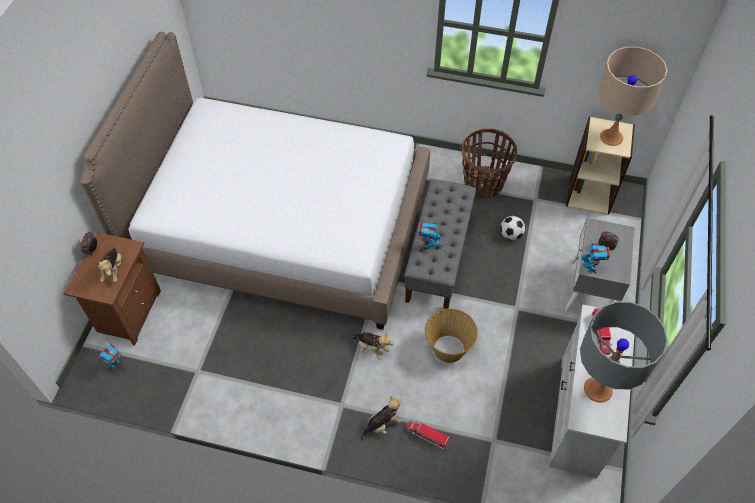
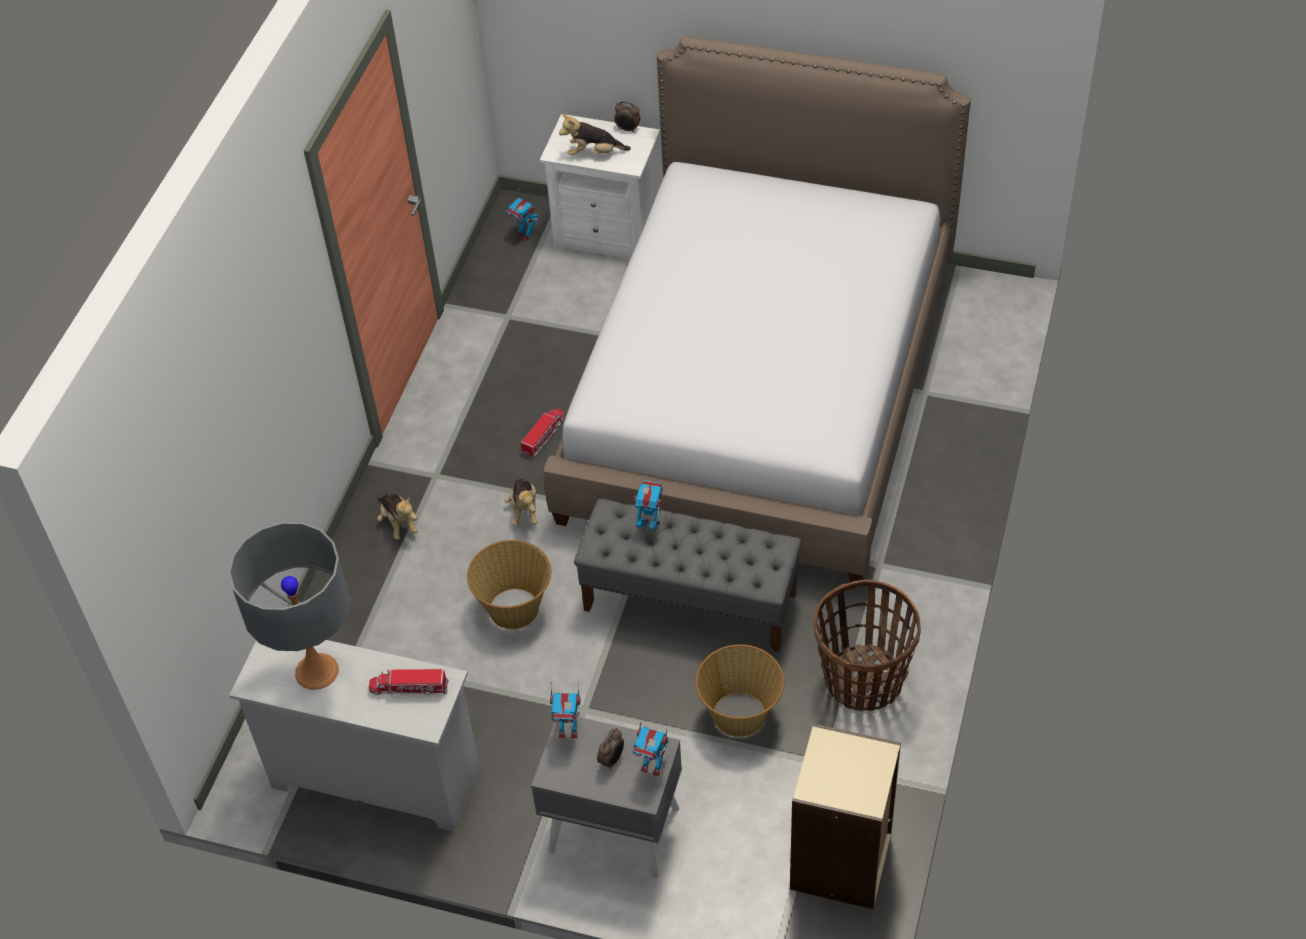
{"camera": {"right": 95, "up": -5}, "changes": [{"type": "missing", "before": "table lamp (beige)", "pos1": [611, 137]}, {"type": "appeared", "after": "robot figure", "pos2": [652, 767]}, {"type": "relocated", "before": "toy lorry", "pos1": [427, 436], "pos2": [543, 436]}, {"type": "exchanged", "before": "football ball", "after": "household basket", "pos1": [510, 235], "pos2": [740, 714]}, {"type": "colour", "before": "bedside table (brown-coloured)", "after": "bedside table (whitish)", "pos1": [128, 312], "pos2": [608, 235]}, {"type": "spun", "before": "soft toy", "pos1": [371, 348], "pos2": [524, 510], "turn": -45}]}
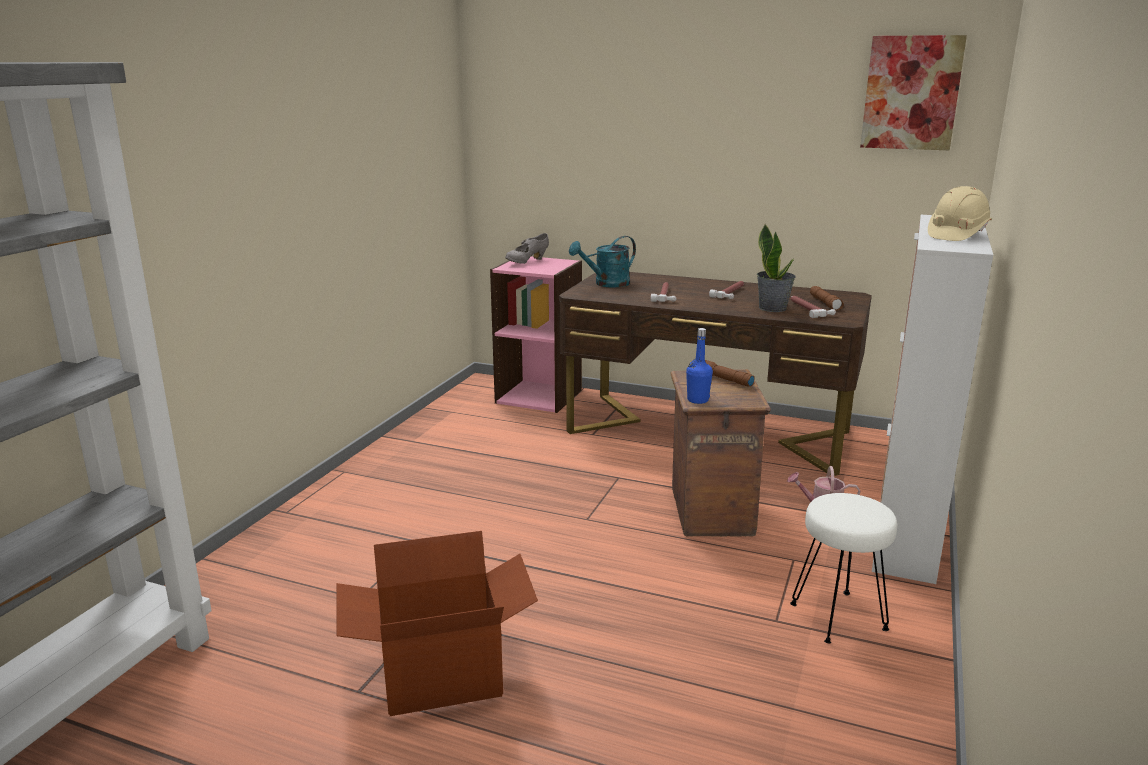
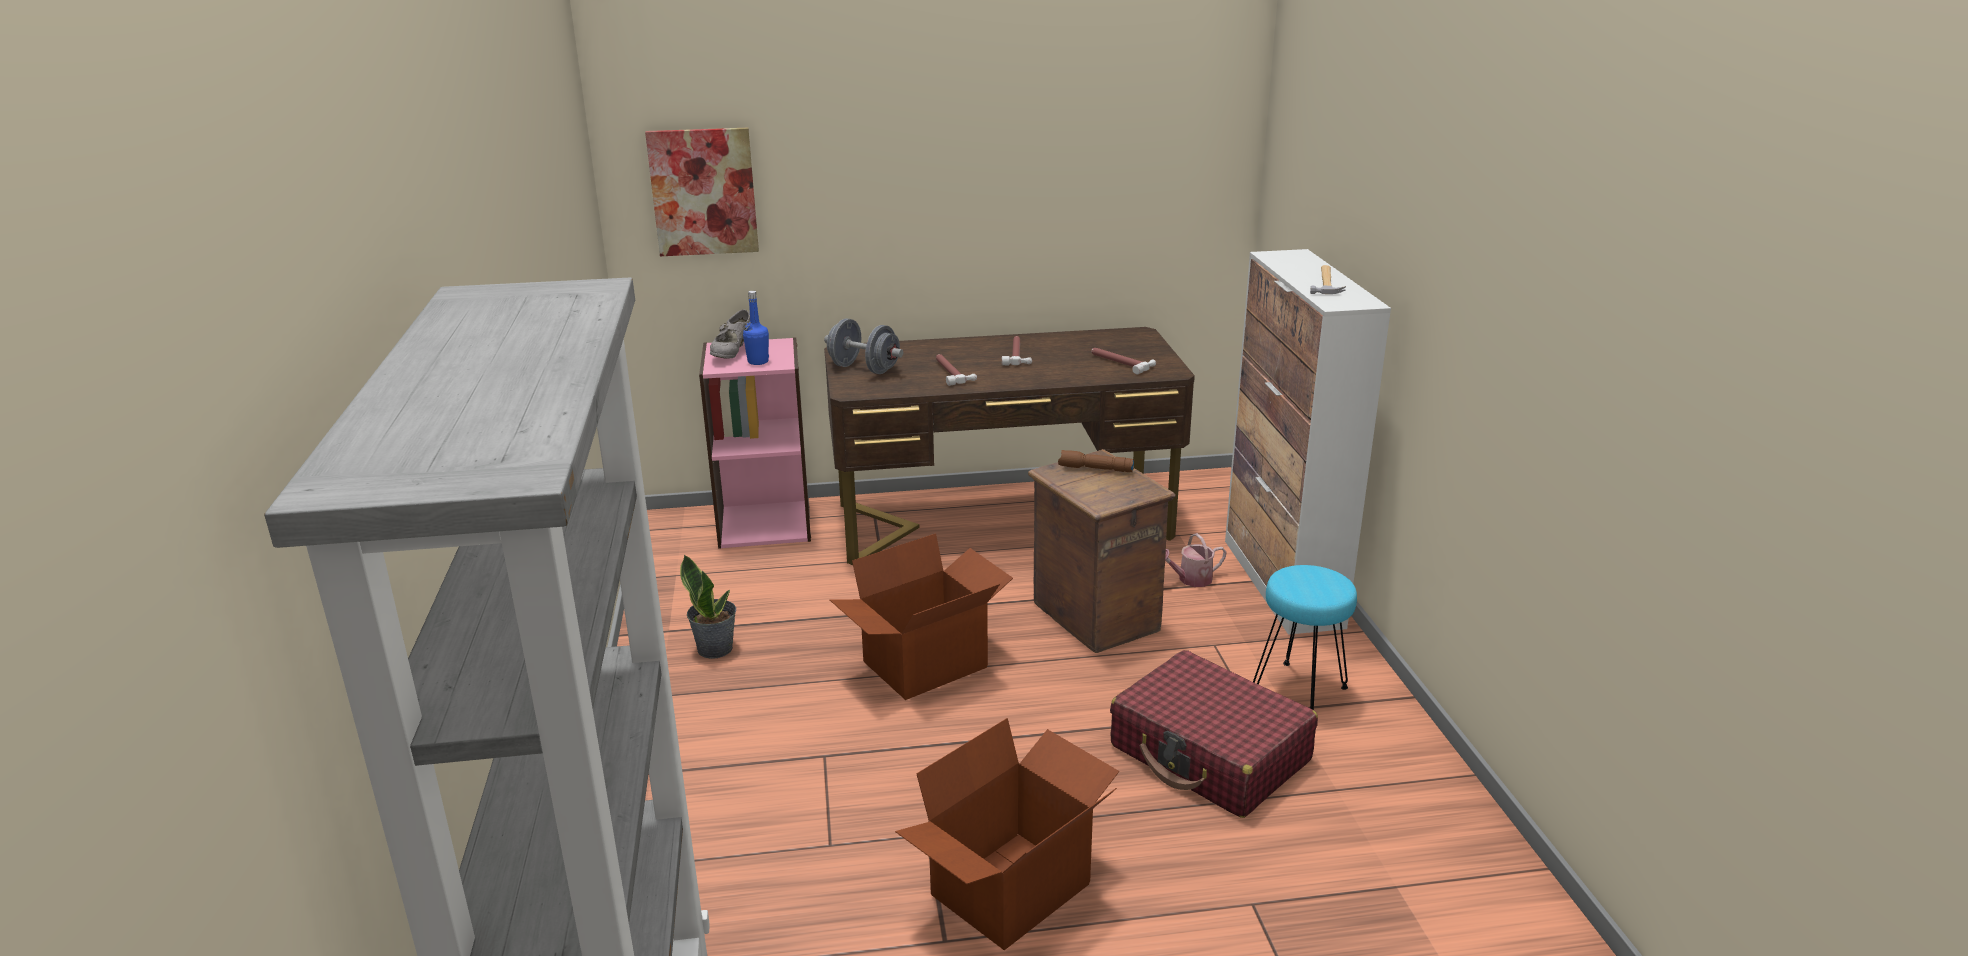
{"camera": {"right": -30, "up": 5}, "changes": [{"type": "missing", "before": "flashlight (brown-coloured)", "pos1": [825, 303]}, {"type": "appeared", "after": "packing box", "pos2": [926, 666]}, {"type": "appeared", "after": "suitcase (red)", "pos2": [1210, 754]}, {"type": "relocated", "before": "beverage bottle (bluish)", "pos1": [697, 400], "pos2": [758, 361]}, {"type": "relocated", "before": "plant in a pot", "pos1": [773, 308], "pos2": [715, 648]}, {"type": "relocated", "before": "wall picture", "pos1": [911, 93], "pos2": [703, 192]}, {"type": "exchanged", "before": "watering pot (turquoise-coloured)", "after": "hand weight (greyish)", "pos1": [606, 284], "pos2": [864, 369]}, {"type": "exchanged", "before": "work helmet (beige)", "after": "tool hammer", "pos1": [956, 235], "pos2": [1326, 283]}, {"type": "colour", "before": "sitting stool (whitish)", "after": "sitting stool (turquoise-coloured)", "pos1": [838, 618], "pos2": [1299, 690]}]}
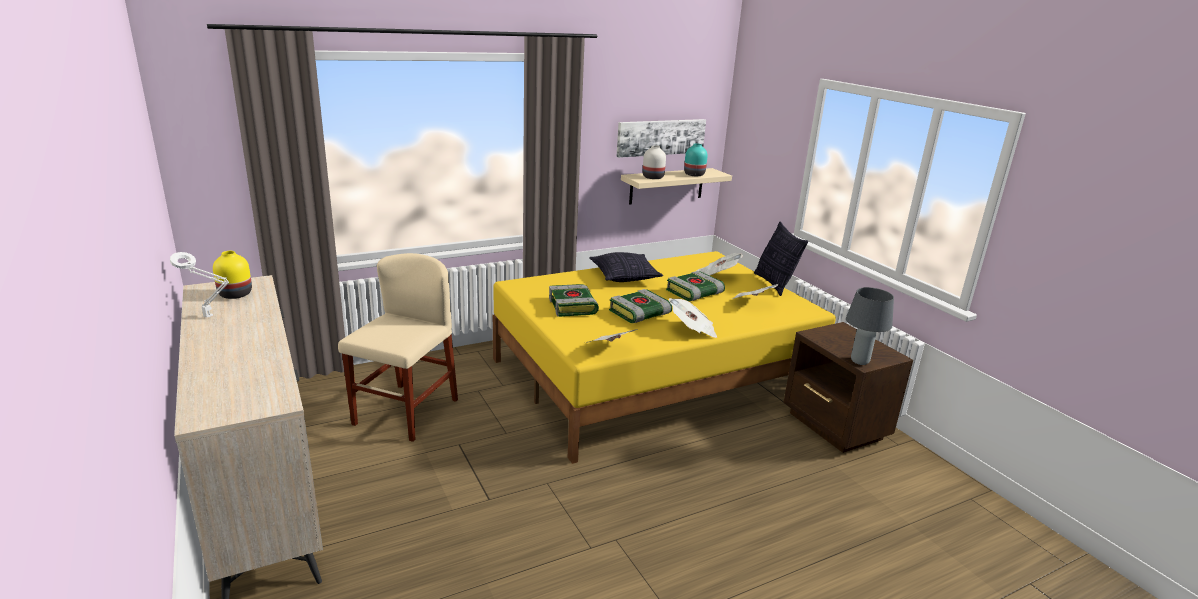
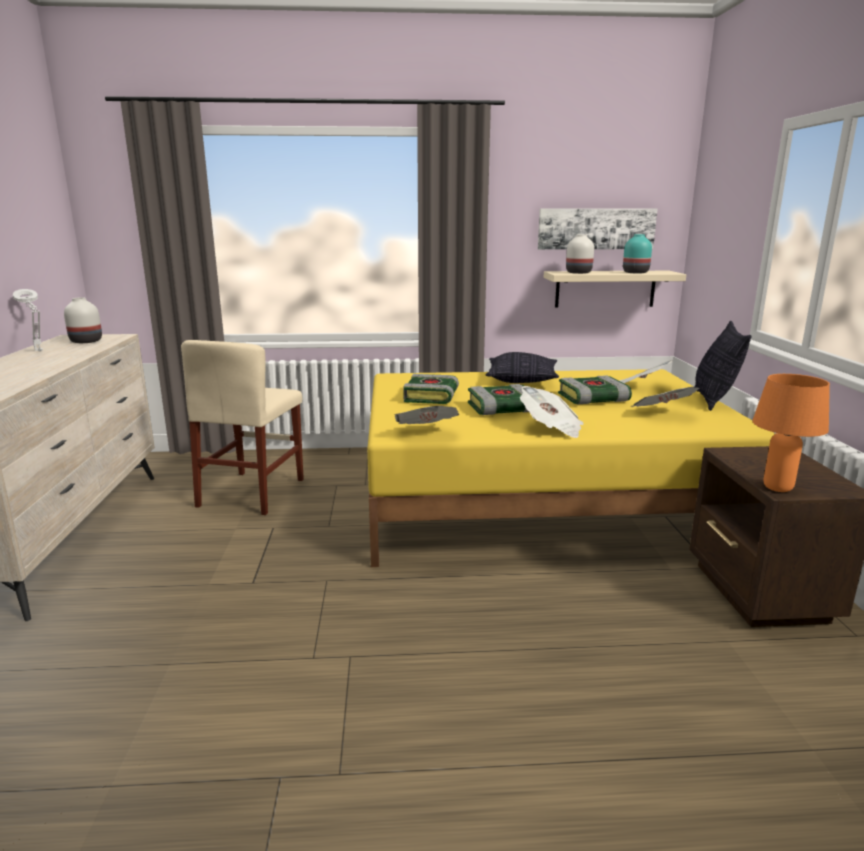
{"camera": {"right": 25, "up": -5}, "changes": [{"type": "colour", "before": "decorative vase (yellow)", "after": "decorative vase (whitish)", "pos1": [235, 294], "pos2": [86, 341]}, {"type": "colour", "before": "table lamp (greyish)", "after": "table lamp (orangey)", "pos1": [859, 361], "pos2": [777, 487]}, {"type": "spun", "before": "plain chair (beige)", "pos1": [406, 412], "pos2": [252, 492], "turn": 150}]}
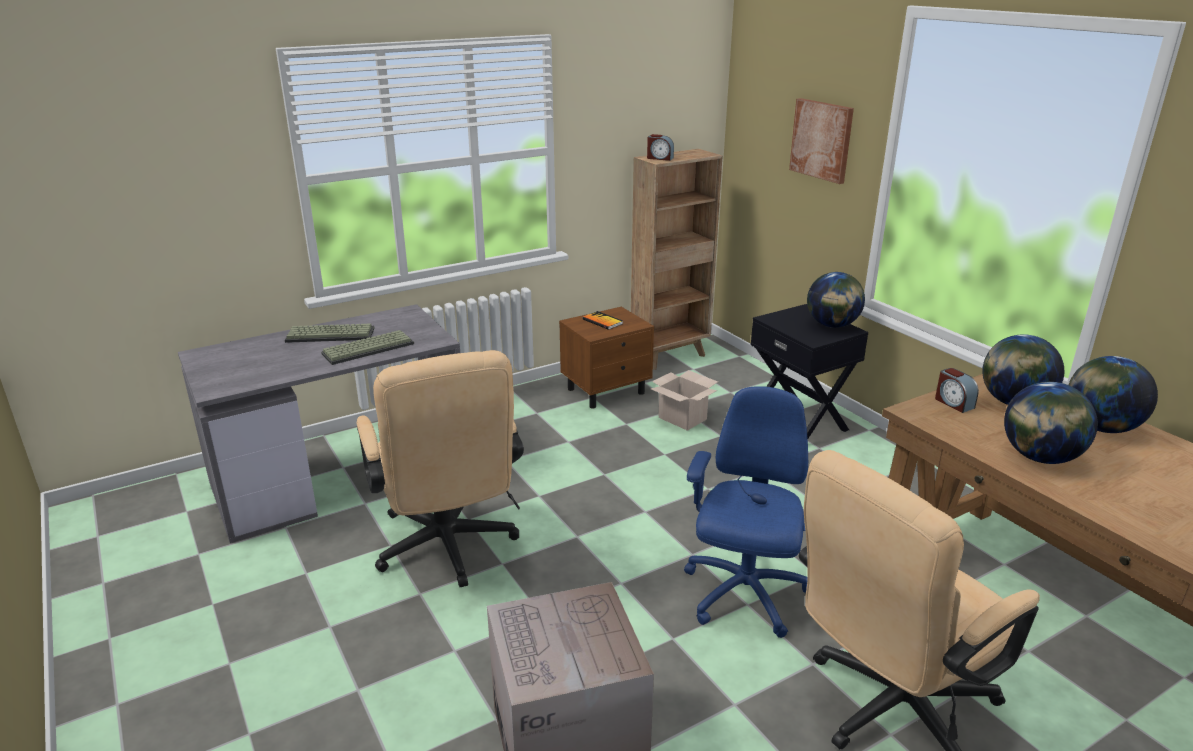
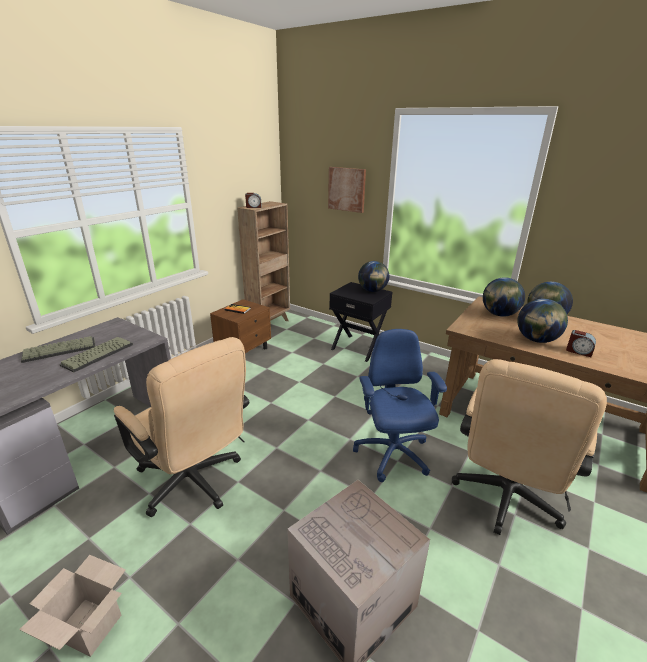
{"camera": {"right": -25, "up": 0}, "changes": [{"type": "relocated", "before": "packing box", "pos1": [683, 418], "pos2": [90, 626]}, {"type": "relocated", "before": "table clock", "pos1": [953, 403], "pos2": [579, 351]}]}
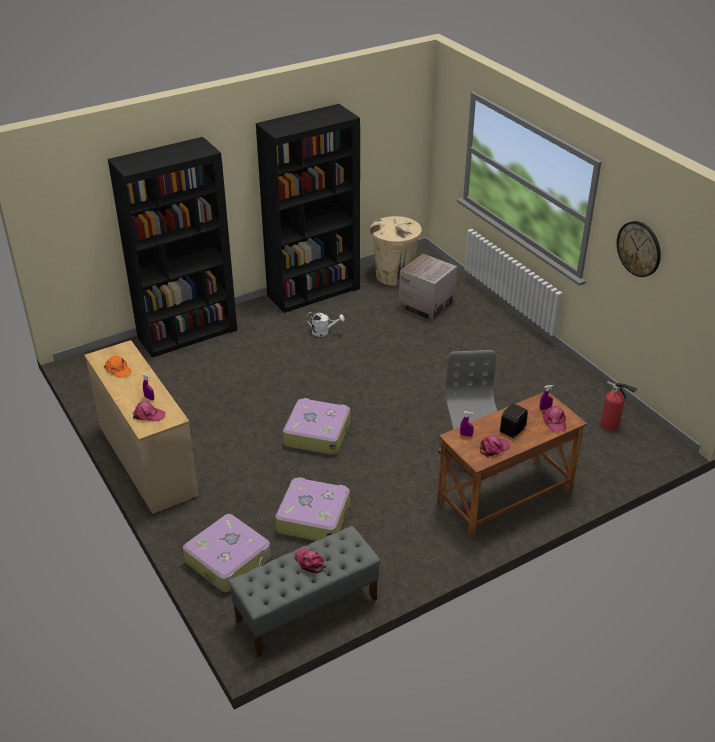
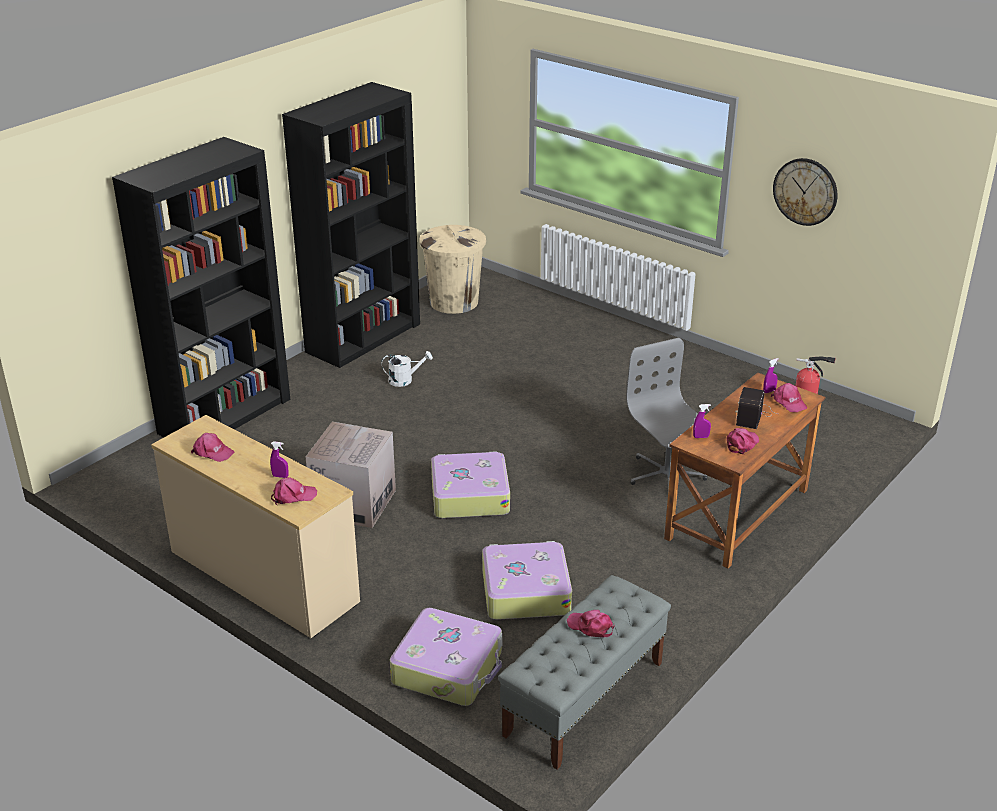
{"camera": {"right": -20, "up": -5}, "changes": [{"type": "relocated", "before": "packing box", "pos1": [426, 306], "pos2": [354, 503]}, {"type": "colour", "before": "baseball cap (orangey)", "after": "baseball cap (pinkish)", "pos1": [118, 369], "pos2": [212, 452]}]}
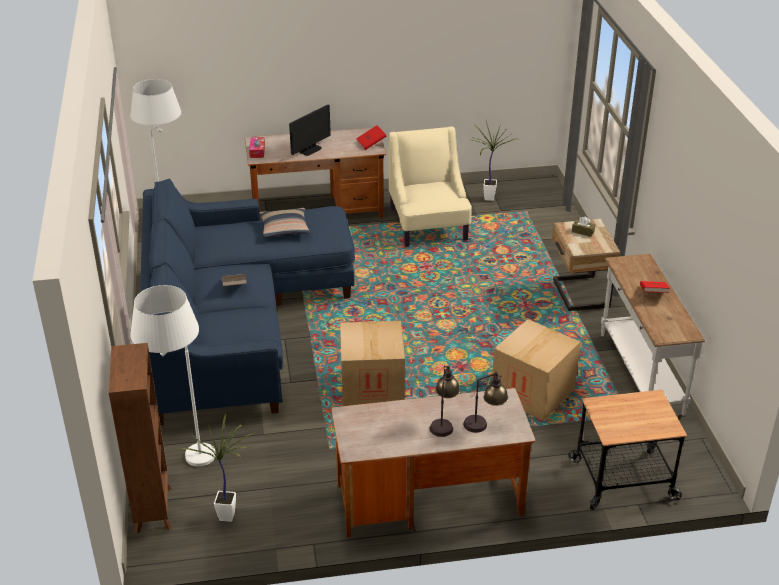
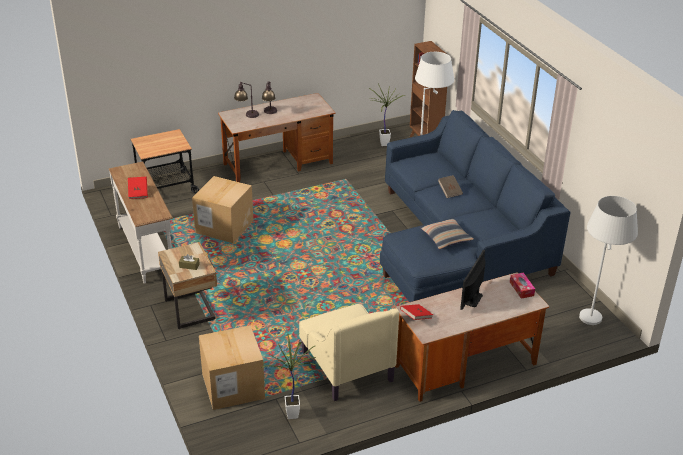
{"camera": {"right": 165, "up": 0}, "changes": [{"type": "relocated", "before": "packing box", "pos1": [372, 387], "pos2": [233, 386]}]}
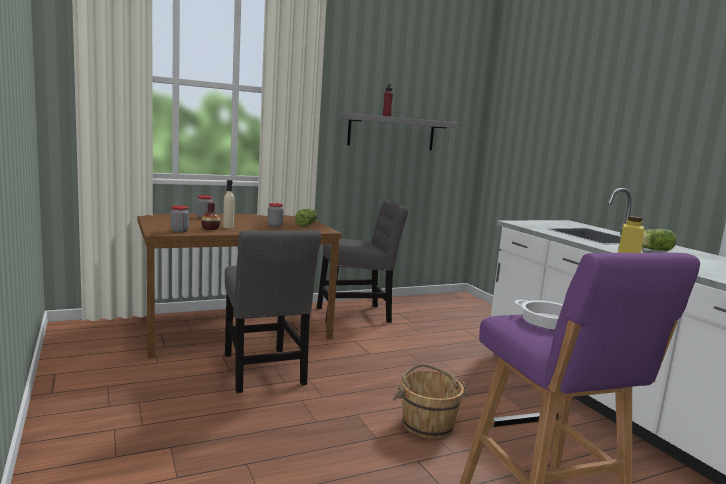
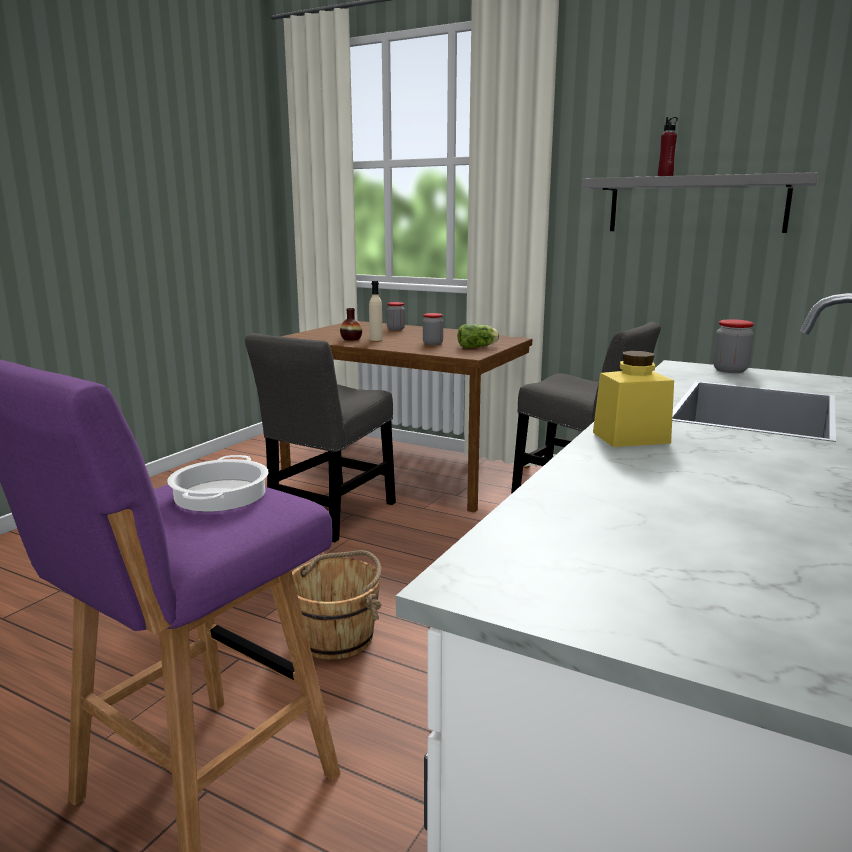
{"camera": {"right": 55, "up": 5}, "changes": [{"type": "missing", "before": "lettuce head", "pos1": [651, 249]}, {"type": "relocated", "before": "jar", "pos1": [179, 231], "pos2": [730, 370]}]}
